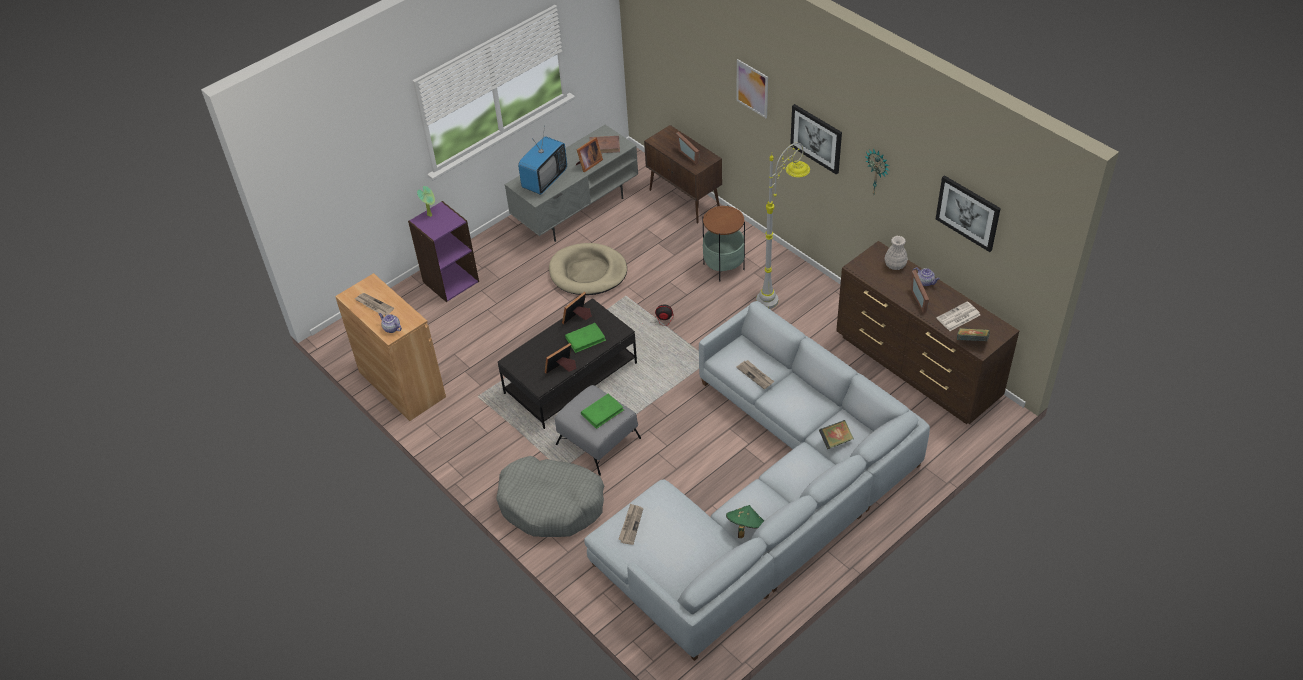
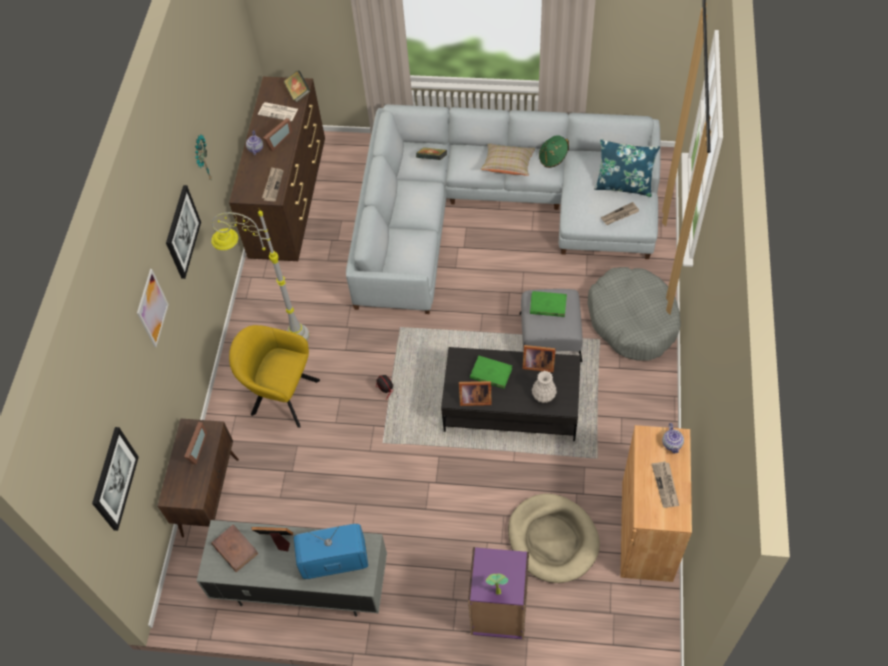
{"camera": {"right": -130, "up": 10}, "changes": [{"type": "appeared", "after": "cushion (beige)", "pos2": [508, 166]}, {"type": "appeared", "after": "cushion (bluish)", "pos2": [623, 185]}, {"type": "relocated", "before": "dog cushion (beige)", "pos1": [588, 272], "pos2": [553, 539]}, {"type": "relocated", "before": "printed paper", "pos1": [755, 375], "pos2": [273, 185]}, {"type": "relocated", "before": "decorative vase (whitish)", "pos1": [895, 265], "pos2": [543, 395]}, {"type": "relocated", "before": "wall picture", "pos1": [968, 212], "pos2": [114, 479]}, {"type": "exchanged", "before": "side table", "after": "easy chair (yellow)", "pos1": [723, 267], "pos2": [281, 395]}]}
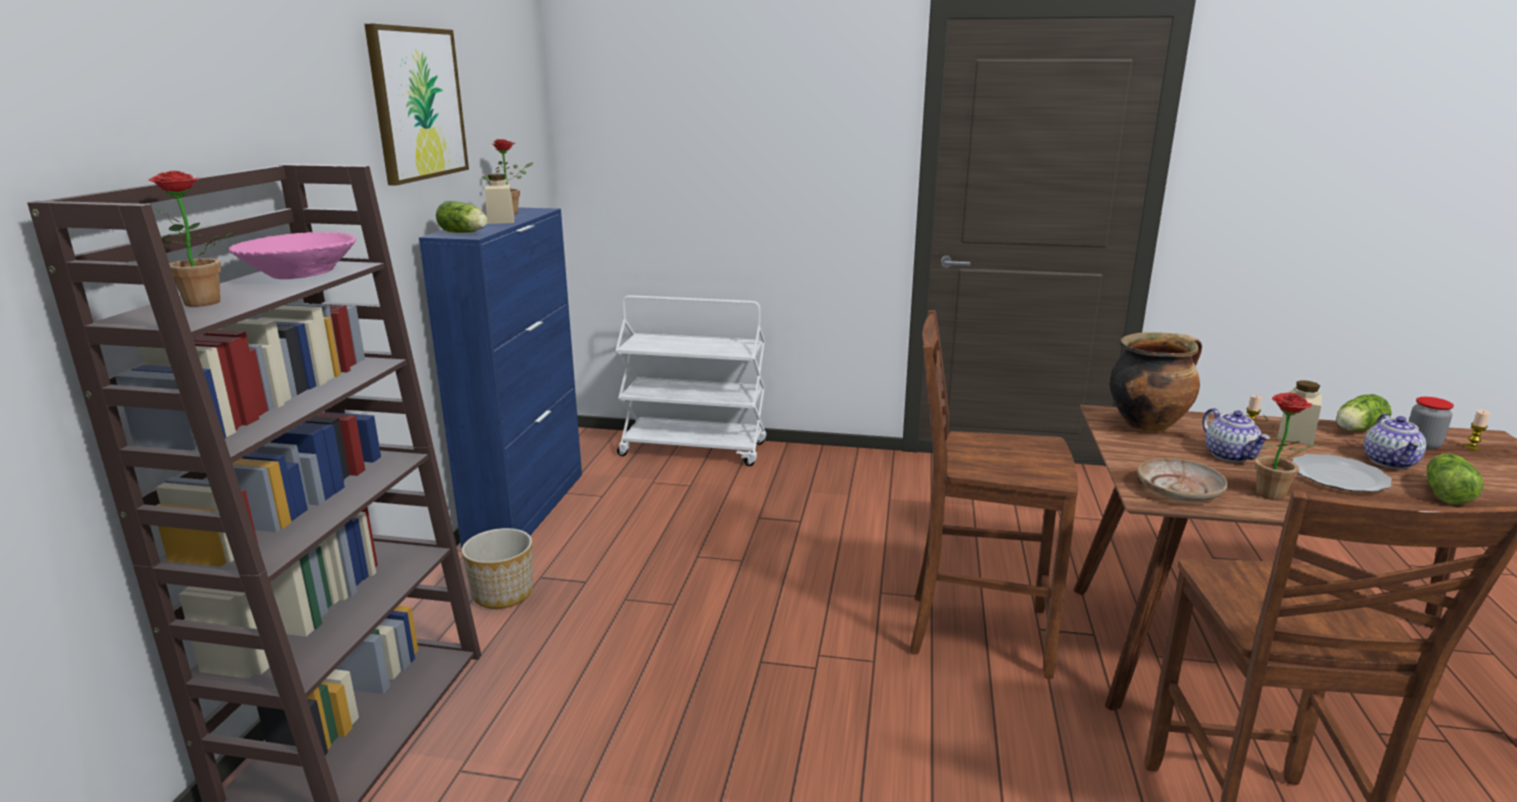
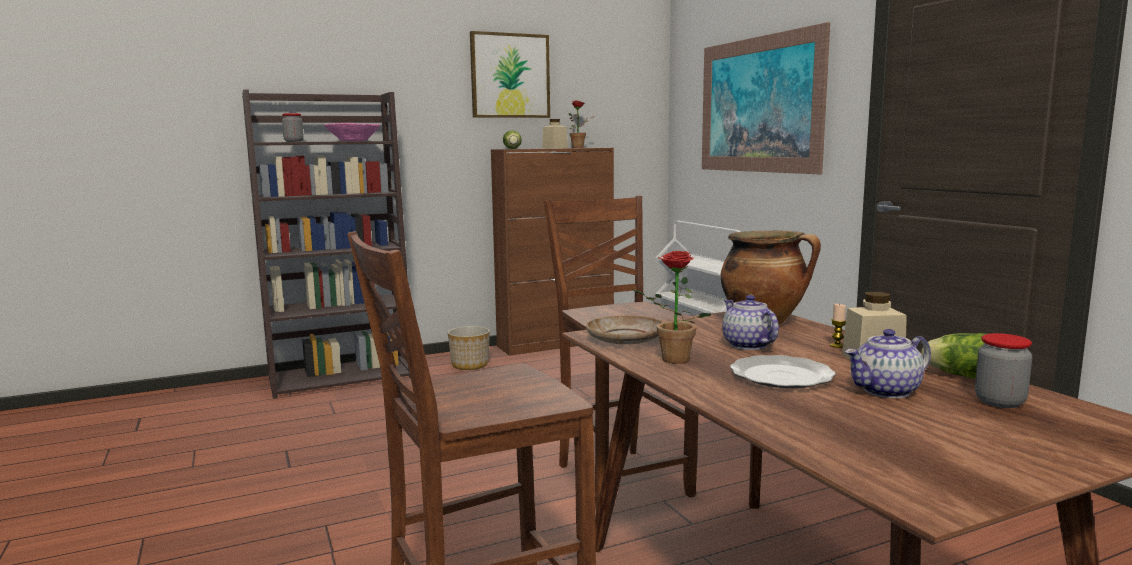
{"camera": {"right": 55, "up": -10}, "changes": [{"type": "missing", "before": "lettuce head", "pos1": [1445, 493]}, {"type": "missing", "before": "candle", "pos1": [1472, 447]}, {"type": "appeared", "after": "wall picture", "pos2": [759, 105]}, {"type": "exchanged", "before": "plant in a pot", "after": "jar", "pos1": [204, 304], "pos2": [293, 141]}, {"type": "colour", "before": "cabinet (bluish)", "after": "cabinet (brown-coloured)", "pos1": [527, 508], "pos2": [556, 343]}, {"type": "spun", "before": "tea pot", "pos1": [1230, 455], "pos2": [747, 345], "turn": 120}]}
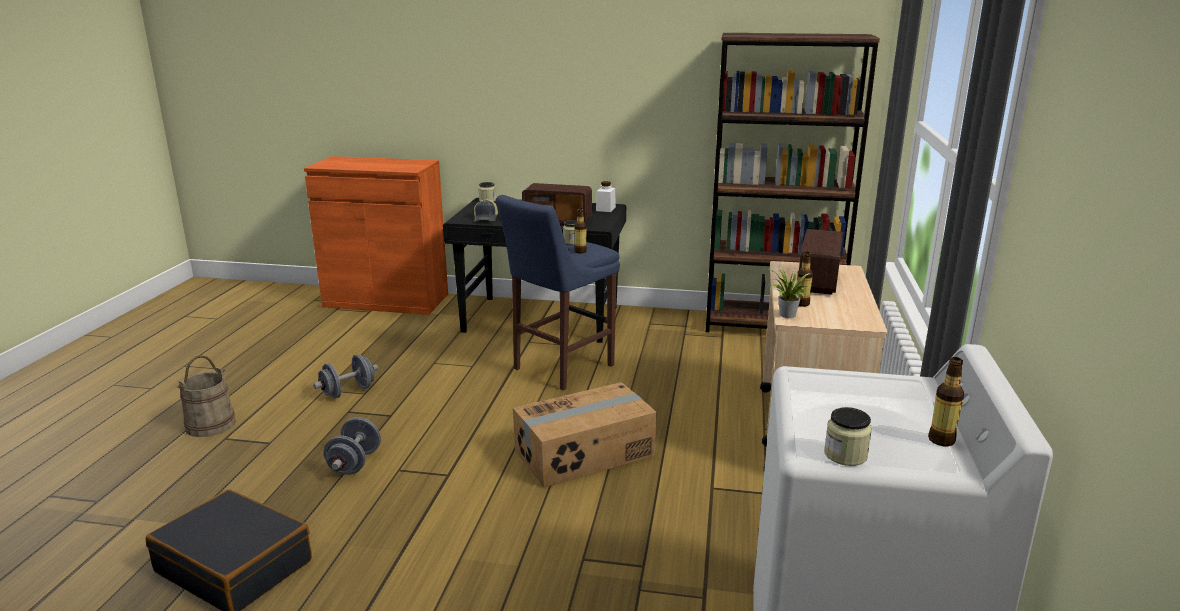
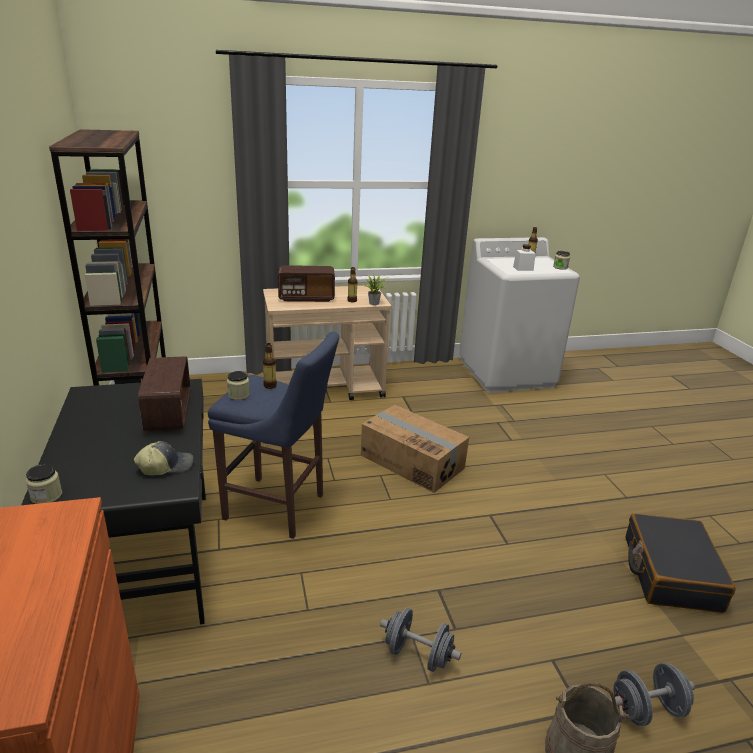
{"camera": {"right": -115, "up": 5}, "changes": [{"type": "relocated", "before": "hand weight (greyish)", "pos1": [355, 463], "pos2": [646, 709]}, {"type": "relocated", "before": "jar (whitish)", "pos1": [605, 209], "pos2": [523, 268]}]}
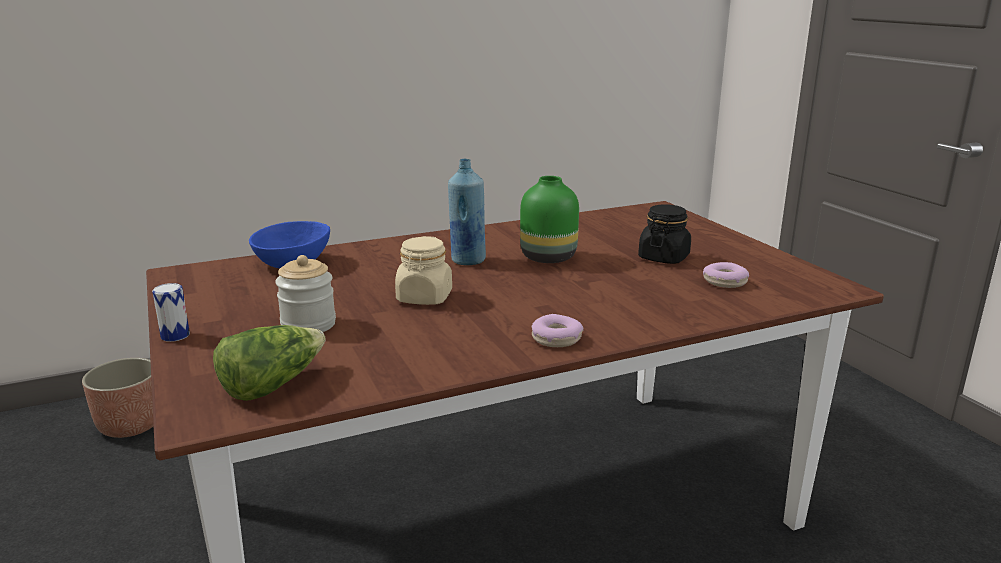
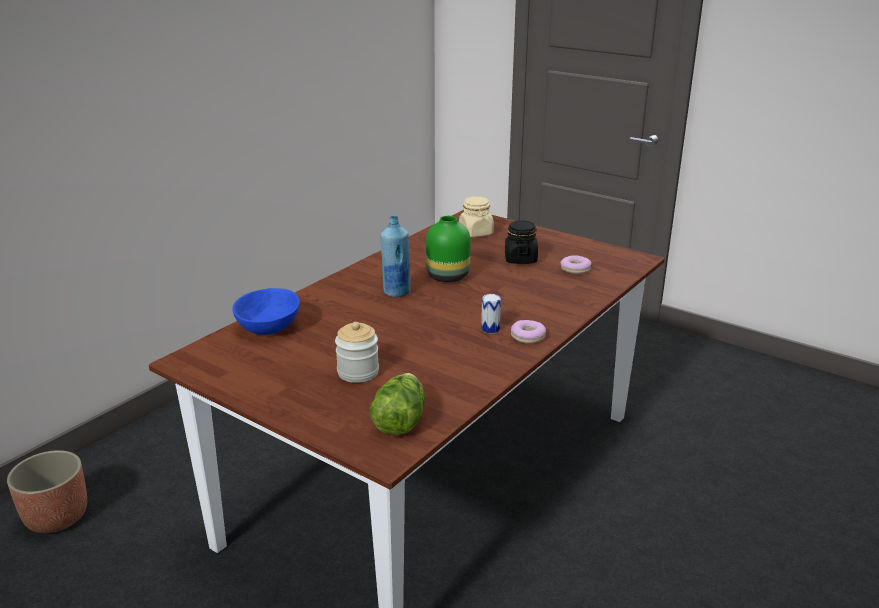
{"camera": {"right": -30, "up": 5}, "changes": [{"type": "relocated", "before": "metal can", "pos1": [175, 335], "pos2": [490, 329]}, {"type": "relocated", "before": "jar (beige)", "pos1": [424, 297], "pos2": [476, 233]}]}
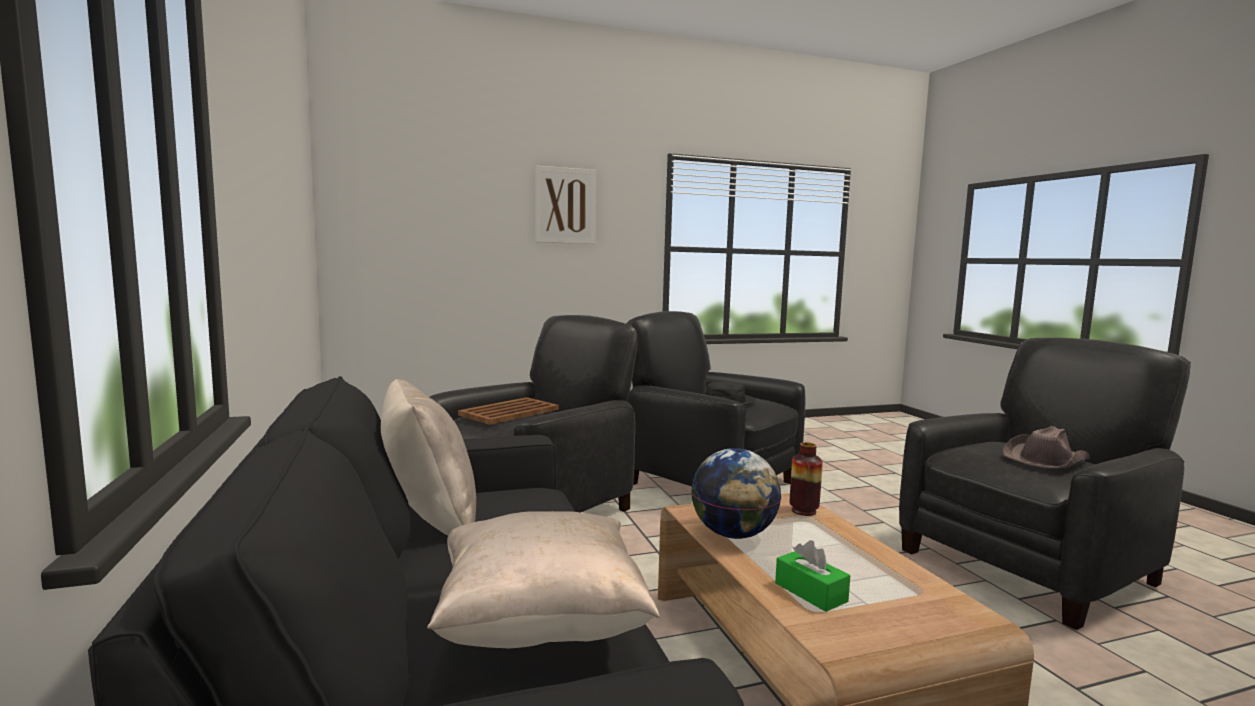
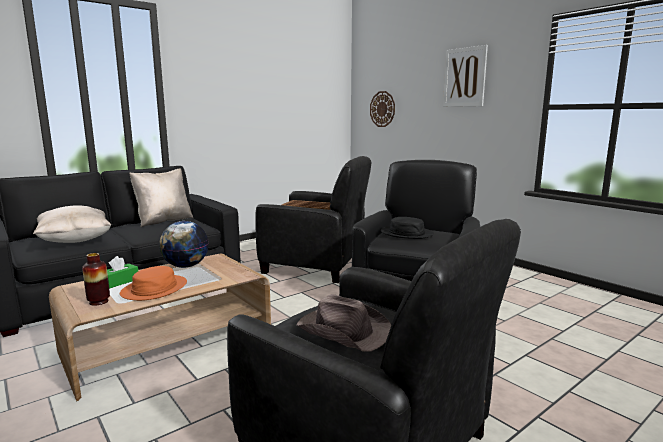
{"camera": {"right": 70, "up": 5}, "changes": [{"type": "appeared", "after": "hat (orangey)", "pos2": [154, 289]}, {"type": "appeared", "after": "clock on the wall", "pos2": [382, 109]}, {"type": "relocated", "before": "decorative vase", "pos1": [803, 511], "pos2": [99, 302]}]}
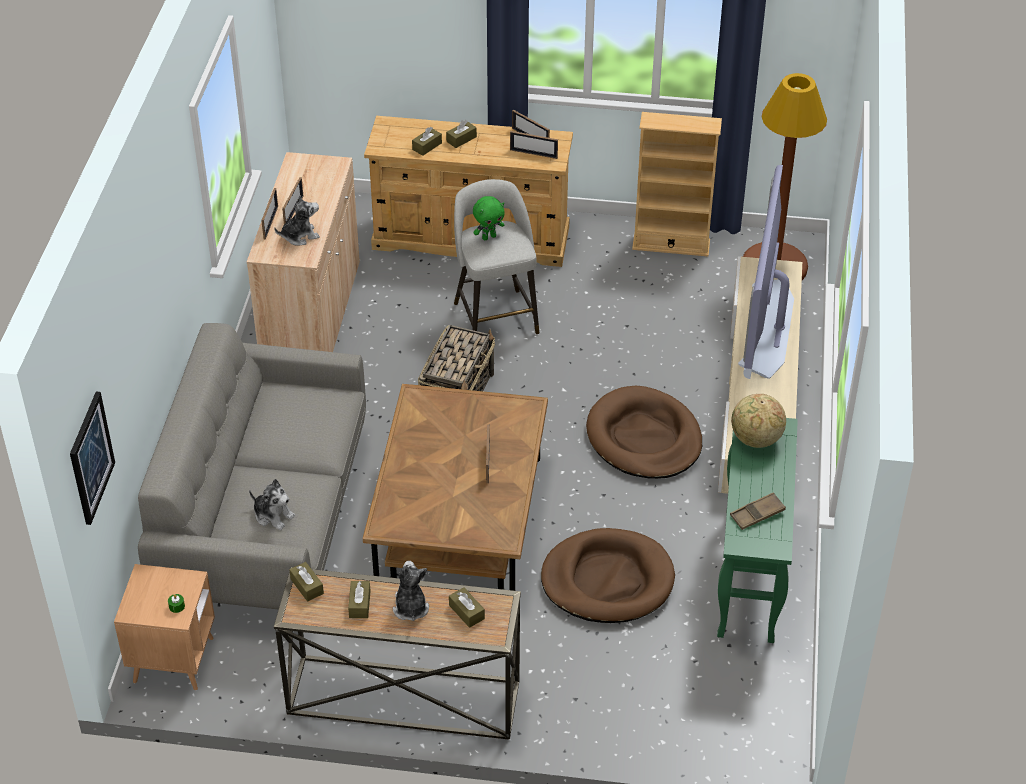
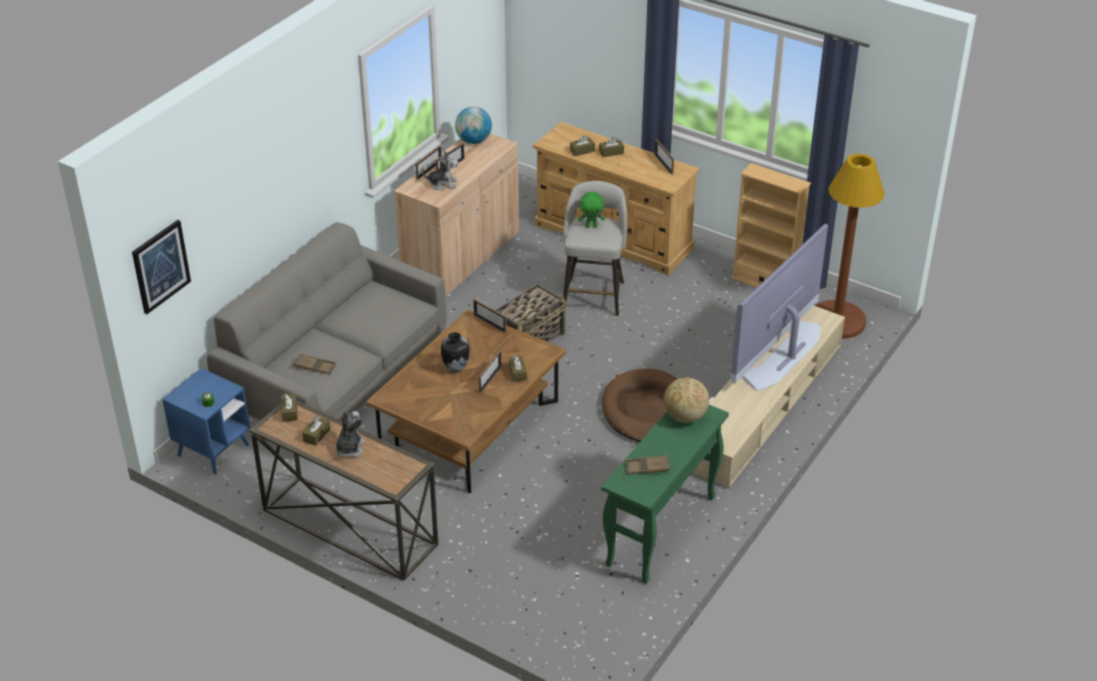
{"camera": {"right": 25, "up": -5}, "changes": [{"type": "missing", "before": "dog cushion (brown-coloured)", "pos1": [607, 580]}, {"type": "appeared", "after": "decorative vase", "pos2": [455, 368]}, {"type": "appeared", "after": "desk globe", "pos2": [474, 141]}, {"type": "relocated", "before": "box of tissues (brown-coloured)", "pos1": [466, 612], "pos2": [517, 373]}, {"type": "relocated", "before": "standing frame", "pos1": [533, 154], "pos2": [490, 323]}, {"type": "exchanged", "before": "soft toy", "after": "tray (brown-coloured)", "pos1": [273, 515], "pos2": [314, 367]}, {"type": "colour", "before": "side table (brown-coloured)", "after": "side table (bluish)", "pos1": [173, 660], "pos2": [213, 450]}]}
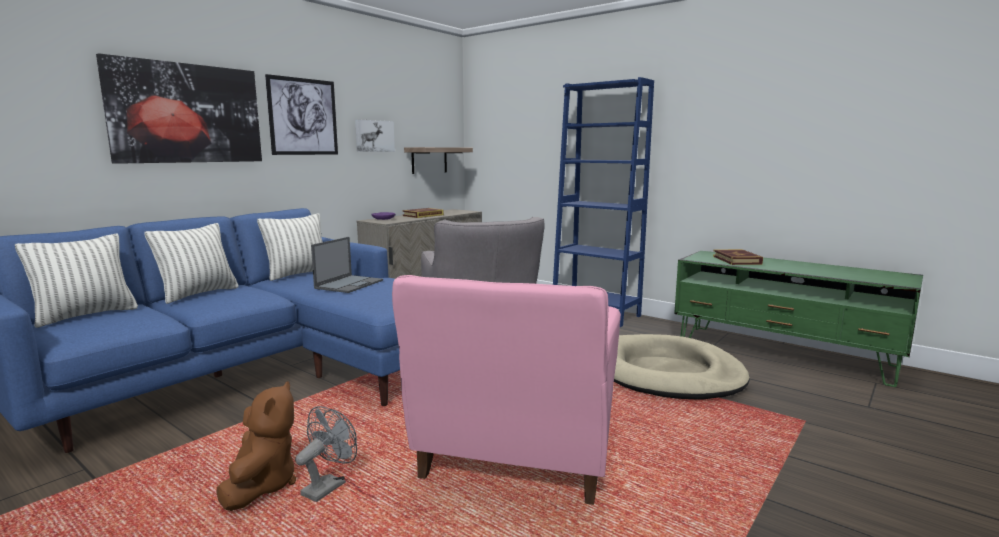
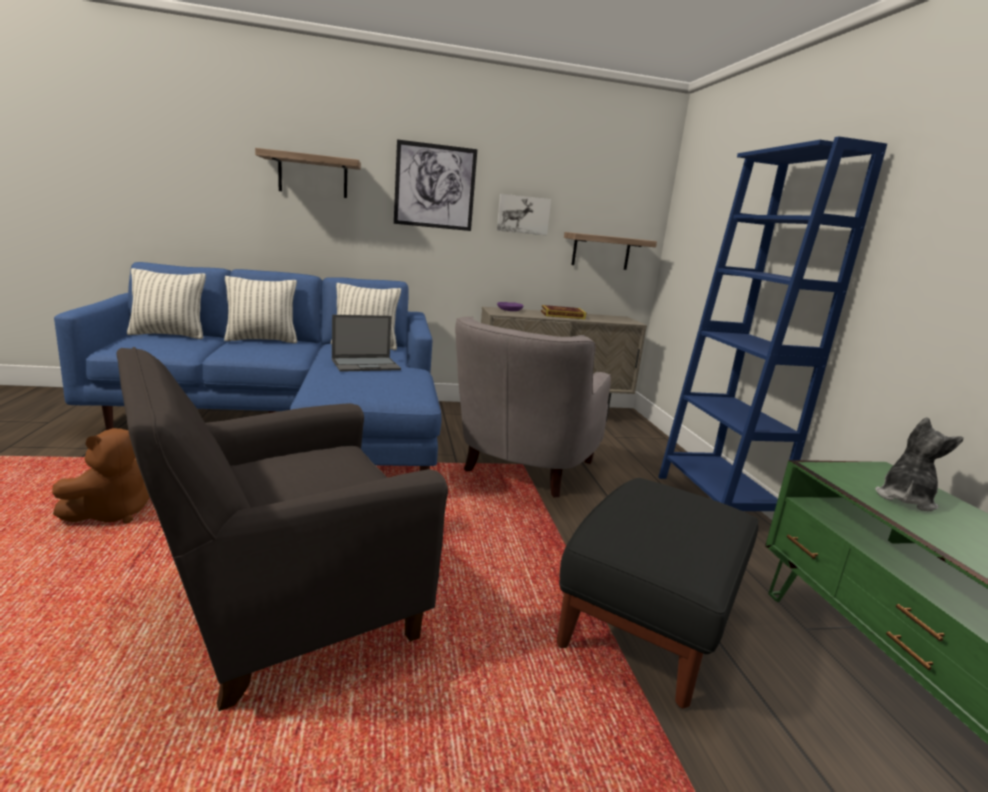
{"camera": {"right": 40, "up": 5}, "changes": [{"type": "missing", "before": "fan (greyish)", "pos1": [328, 485]}, {"type": "exchanged", "before": "wall picture", "after": "wall shelf", "pos1": [187, 113], "pos2": [313, 176]}, {"type": "exchanged", "before": "dog cushion (beige)", "after": "pouffe (black)", "pos1": [667, 373], "pos2": [648, 624]}, {"type": "exchanged", "before": "book", "after": "soft toy", "pos1": [736, 260], "pos2": [905, 499]}, {"type": "colour", "before": "easy chair (pinkish)", "after": "easy chair (greyish)", "pos1": [516, 458], "pos2": [280, 609]}]}
